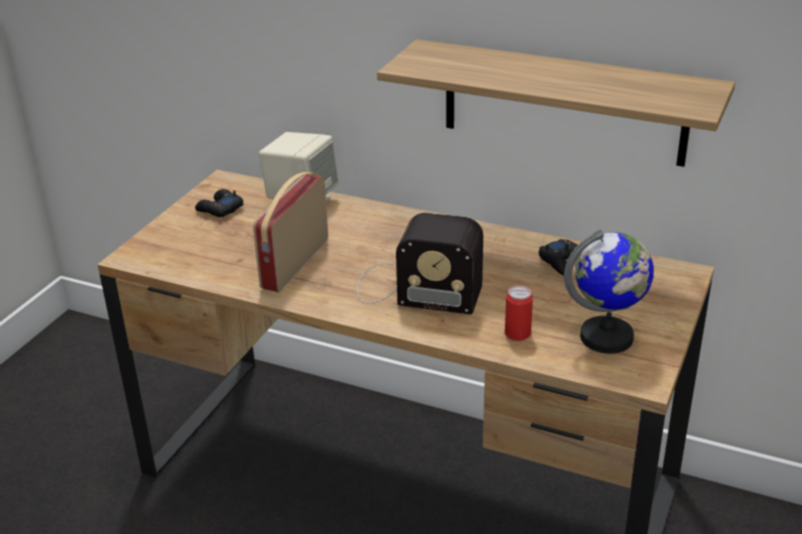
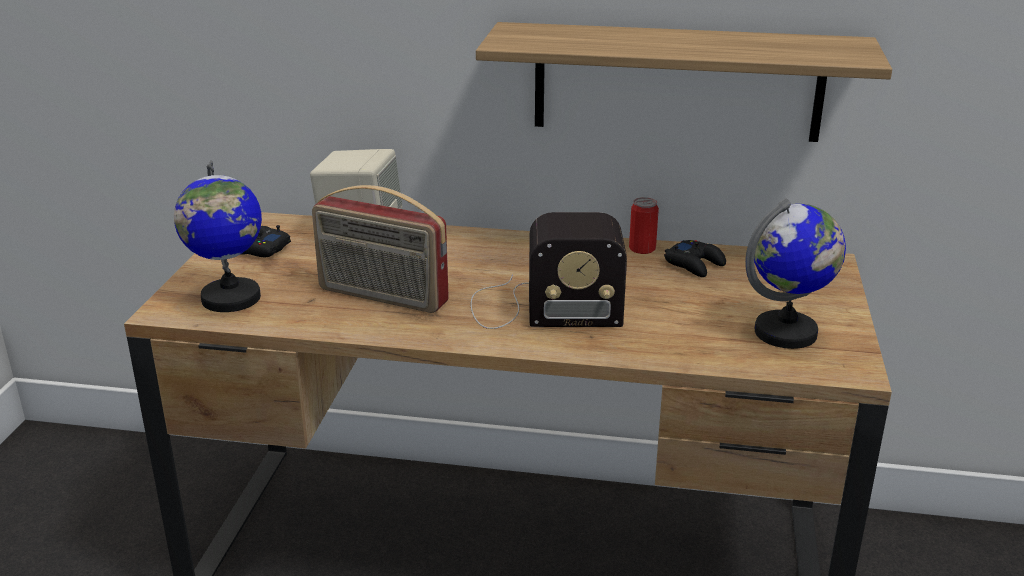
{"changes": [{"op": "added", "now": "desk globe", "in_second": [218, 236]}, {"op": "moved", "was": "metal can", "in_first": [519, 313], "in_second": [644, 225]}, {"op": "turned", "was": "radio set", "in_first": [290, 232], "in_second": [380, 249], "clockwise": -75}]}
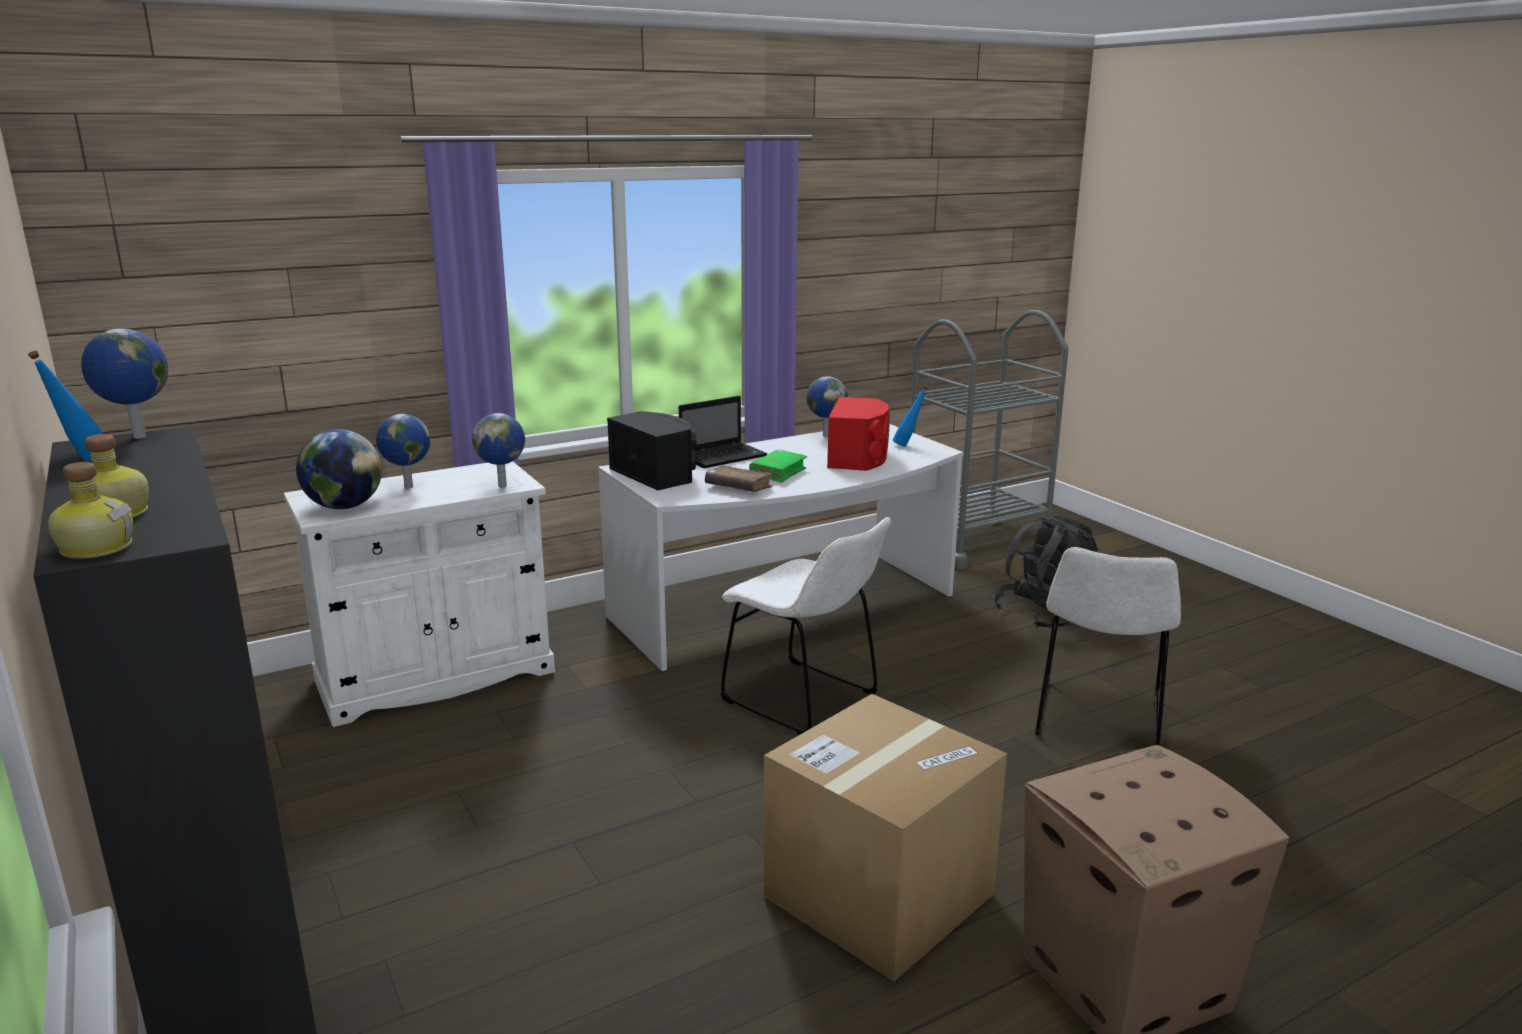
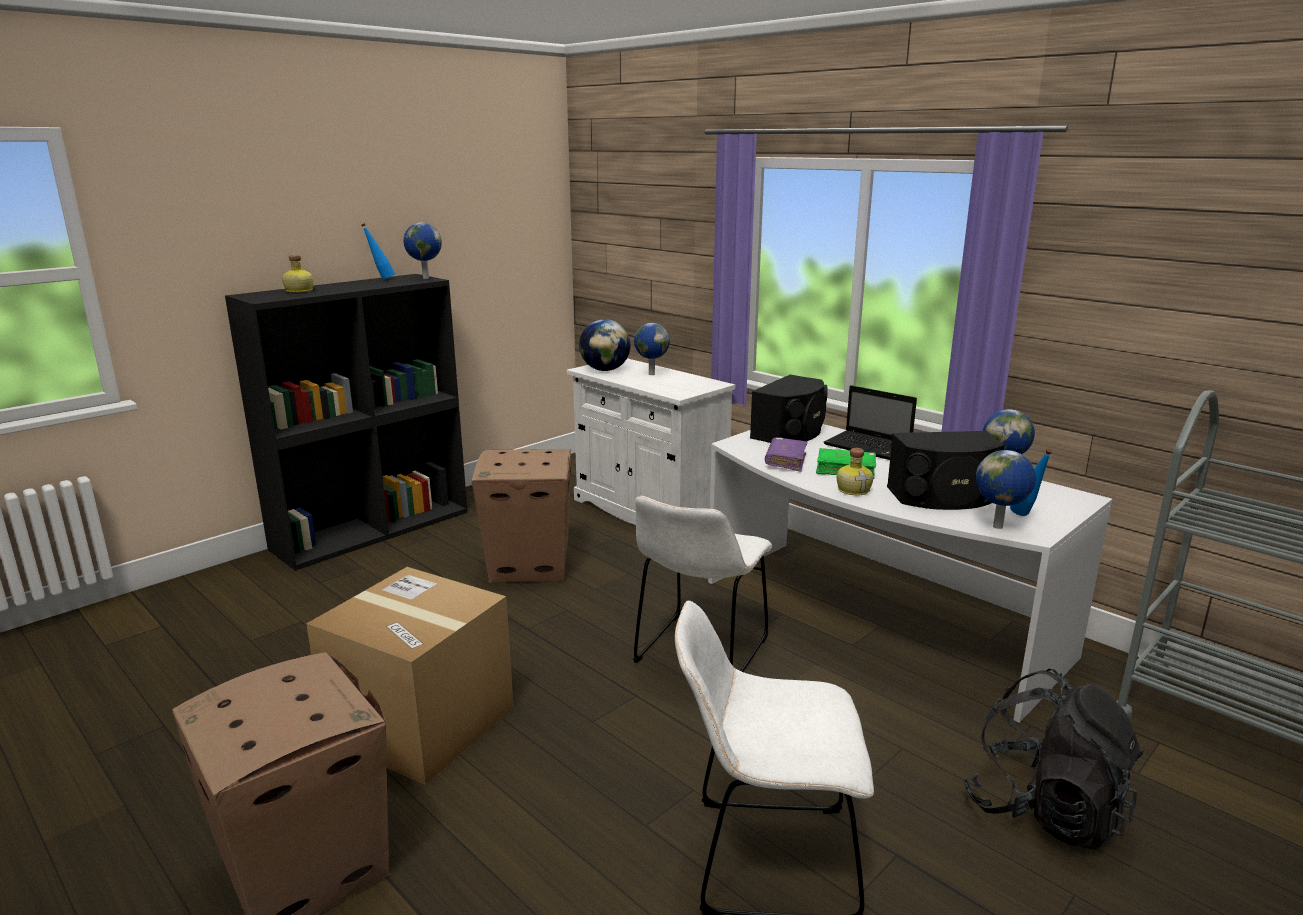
{"changes": [{"op": "added", "now": "packing box", "in_second": [521, 516]}, {"op": "moved", "was": "beverage bottle", "in_first": [90, 510], "in_second": [855, 471]}, {"op": "moved", "was": "desk globe", "in_first": [498, 450], "in_second": [1006, 489]}, {"op": "recoloured", "was": "book in brown", "now": "book in purplish", "in_first": [739, 479], "in_second": [786, 454]}, {"op": "recoloured", "was": "speaker in reddish", "now": "speaker in blackish", "in_first": [858, 434], "in_second": [946, 470]}]}
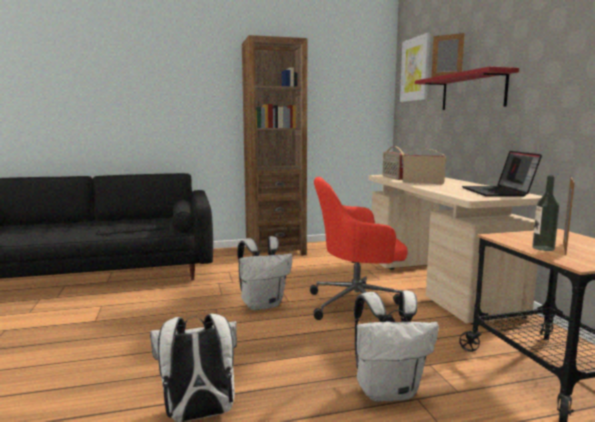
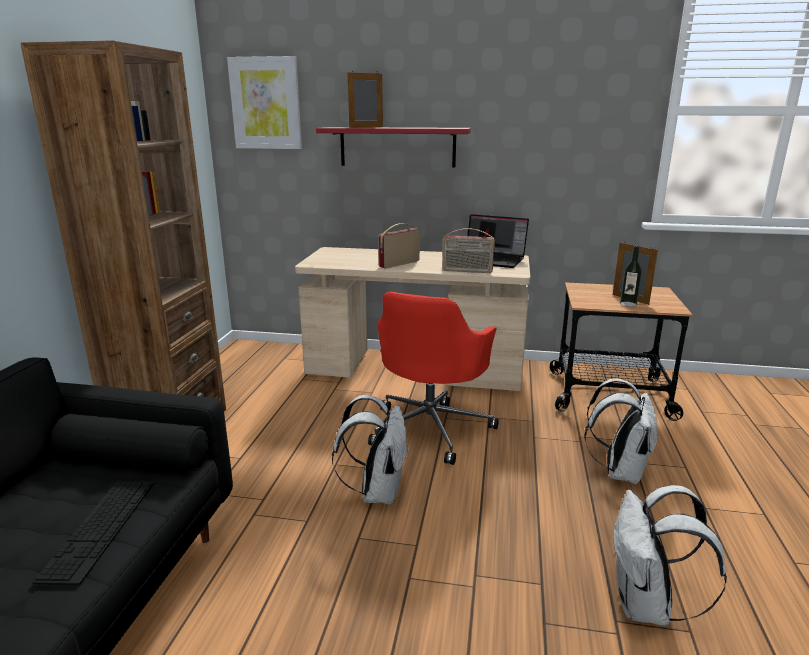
{"changes": [{"op": "moved", "was": "radio set", "in_first": [393, 163], "in_second": [468, 250]}]}
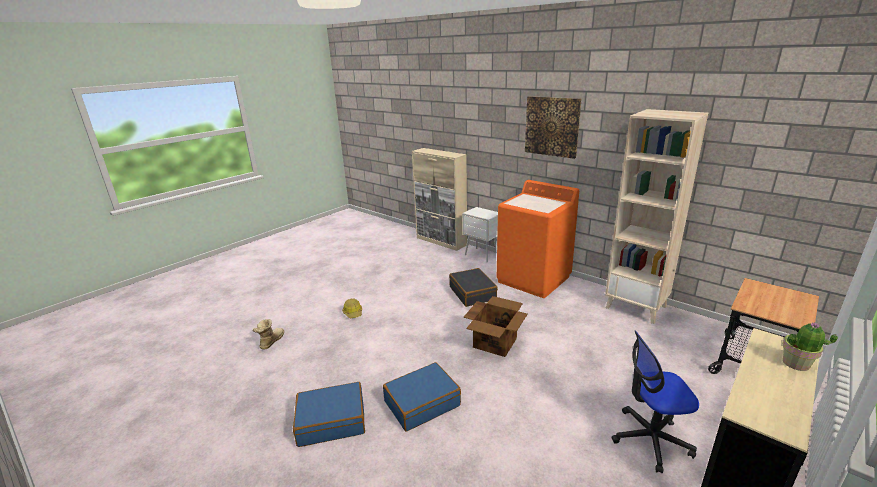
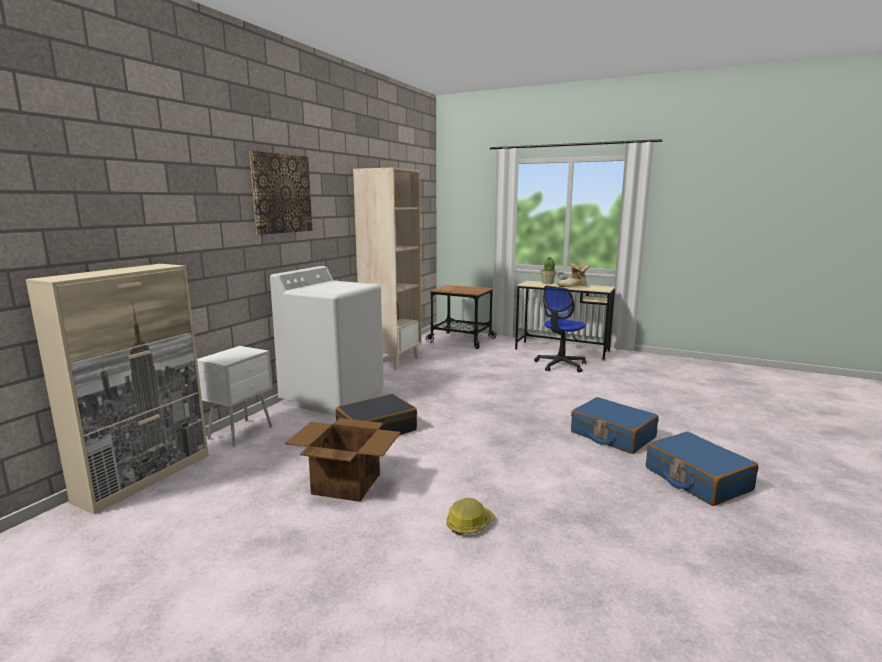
{"changes": [{"op": "moved", "was": "tall boot", "in_first": [268, 334], "in_second": [573, 275]}, {"op": "moved", "was": "packing box", "in_first": [495, 326], "in_second": [343, 460]}, {"op": "recoloured", "was": "washing machine in orange", "now": "washing machine in white-coloured", "in_first": [538, 239], "in_second": [327, 341]}, {"op": "turned", "was": "office chair", "in_first": [655, 401], "in_second": [560, 329], "clockwise": 60}]}
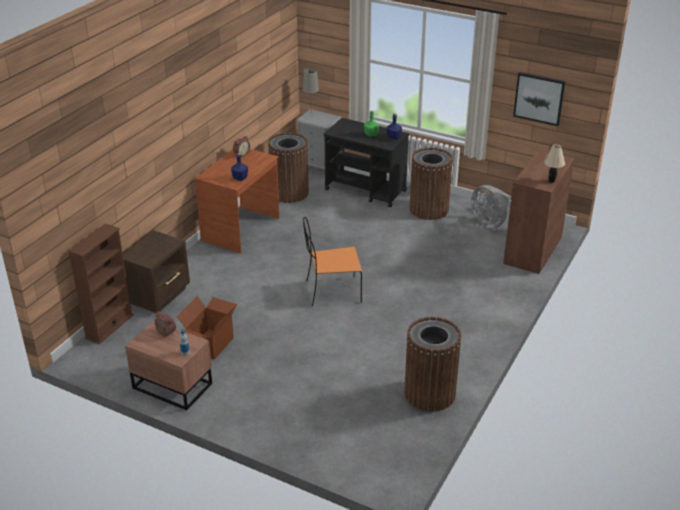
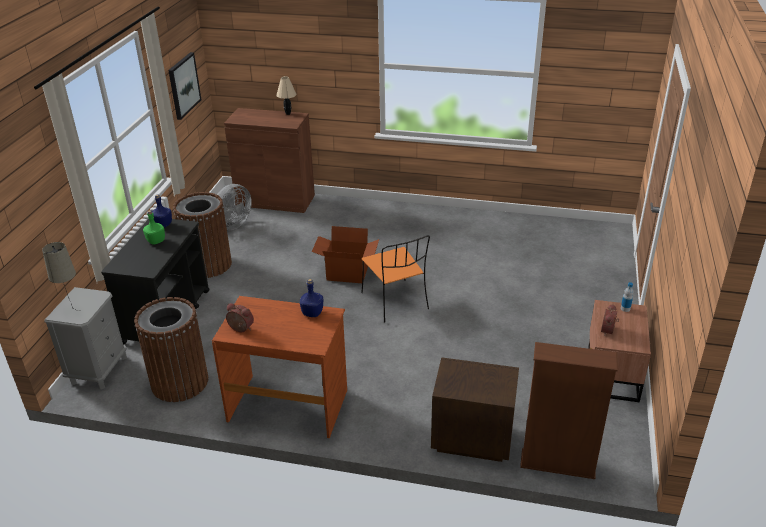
{"changes": [{"op": "removed", "was": "waste bin in brown", "in_first": [433, 364]}, {"op": "moved", "was": "packing box", "in_first": [207, 328], "in_second": [345, 254]}]}
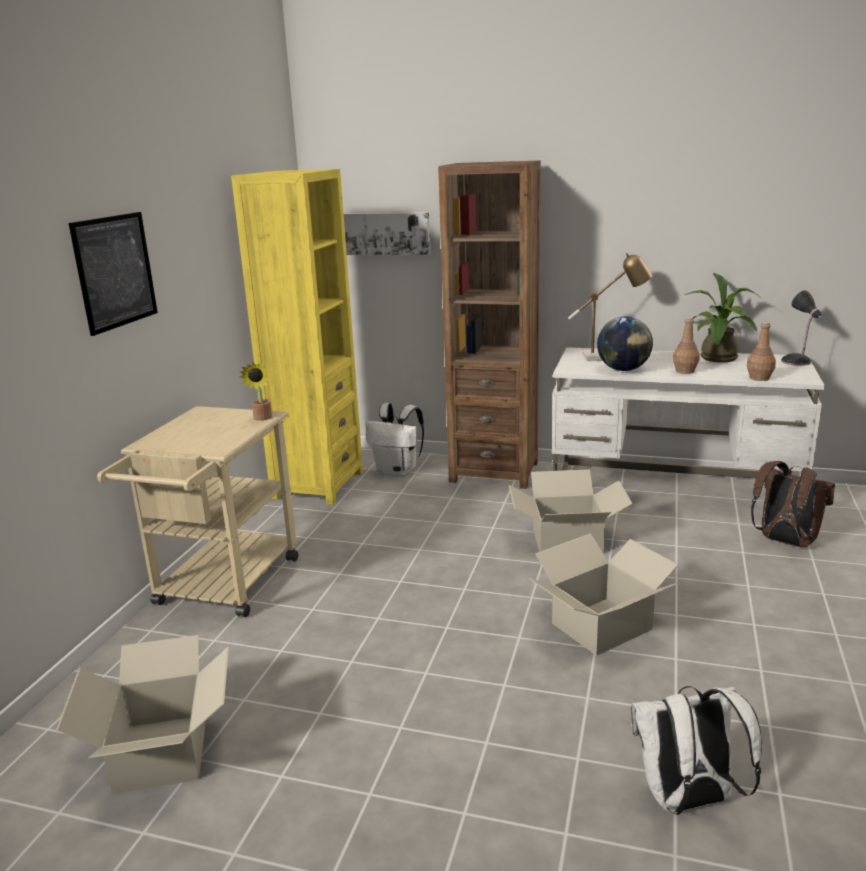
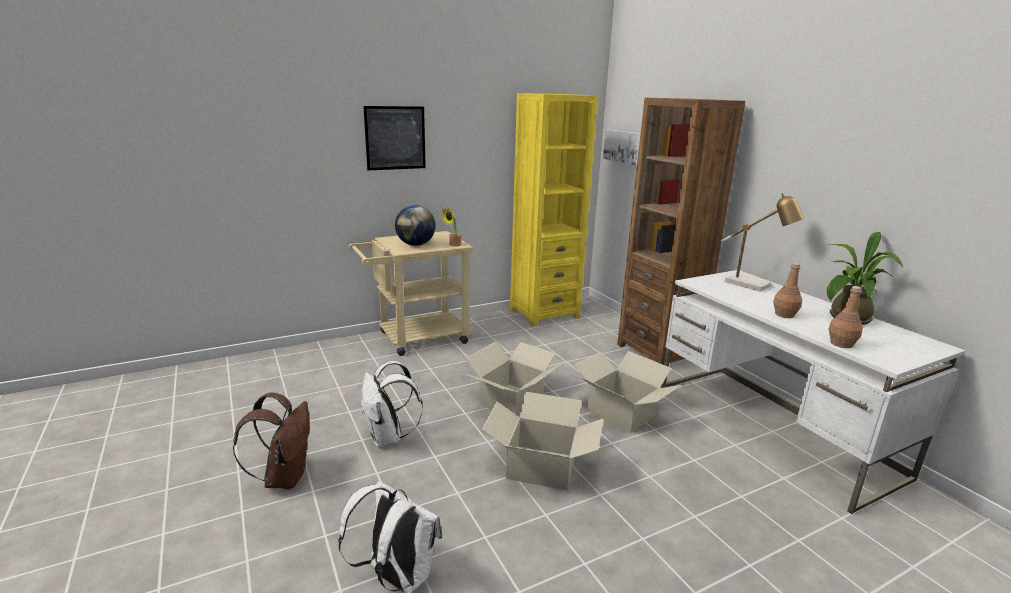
{"changes": [{"op": "removed", "was": "table lamp", "in_first": [801, 328]}, {"op": "moved", "was": "packing box", "in_first": [142, 714], "in_second": [513, 379]}, {"op": "moved", "was": "rucksack in white-coloured", "in_first": [395, 439], "in_second": [392, 404]}, {"op": "moved", "was": "desk globe", "in_first": [625, 343], "in_second": [415, 225]}, {"op": "moved", "was": "rucksack in brown", "in_first": [793, 504], "in_second": [271, 441]}]}
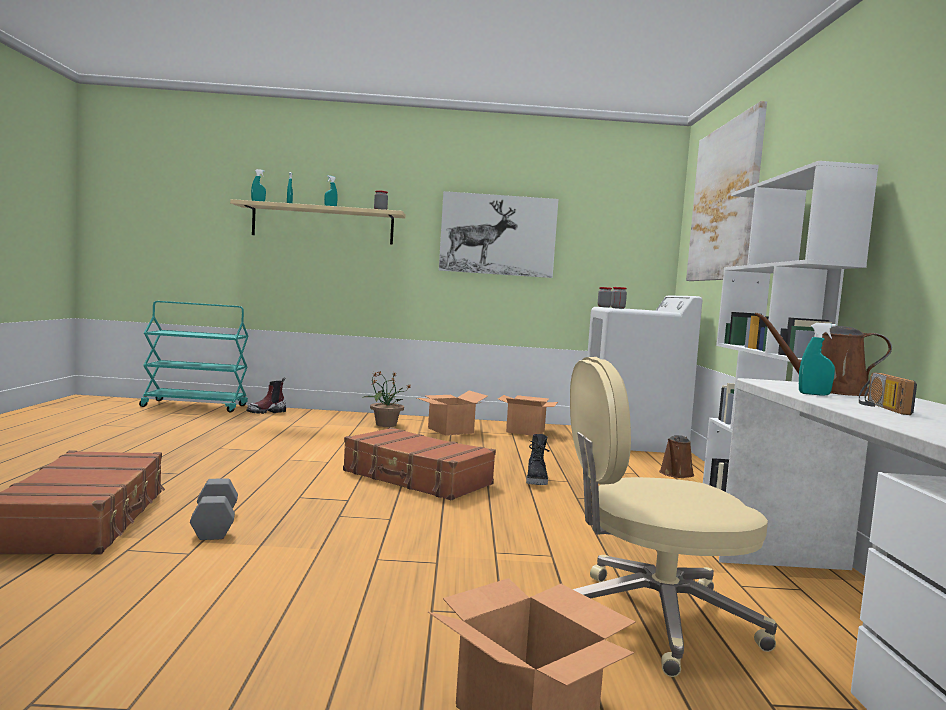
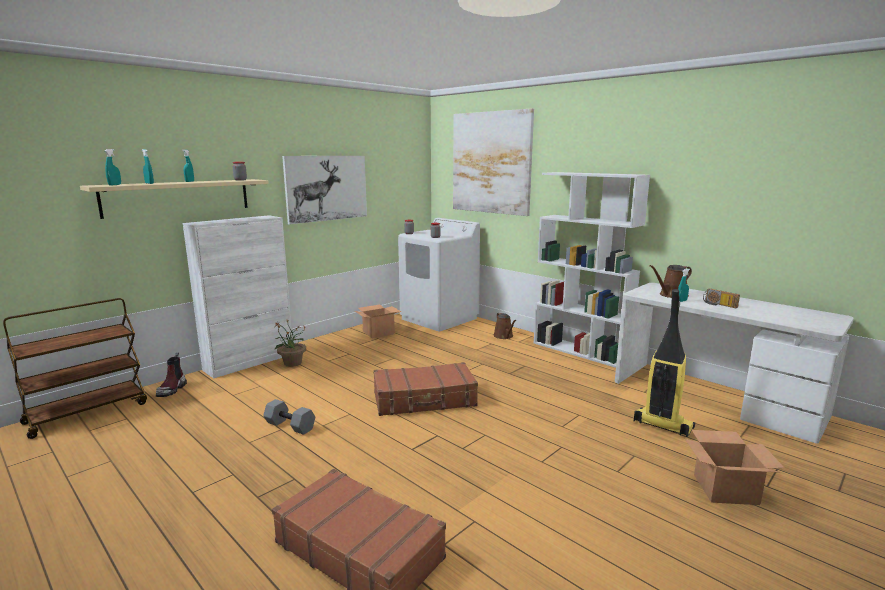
{"changes": [{"op": "removed", "was": "packing box", "in_first": [452, 413]}, {"op": "removed", "was": "tall boot in blackish", "in_first": [537, 459]}, {"op": "added", "now": "cupboard in white-coloured", "in_second": [237, 296]}, {"op": "moved", "was": "dumbbell in grey", "in_first": [214, 509], "in_second": [289, 417]}, {"op": "replaced", "was": "office chair in beige", "now": "hoover", "in_first": [673, 517], "in_second": [664, 363]}, {"op": "recoloured", "was": "cart in turquoise-coloured", "now": "cart in brown", "in_first": [193, 356], "in_second": [75, 368]}]}
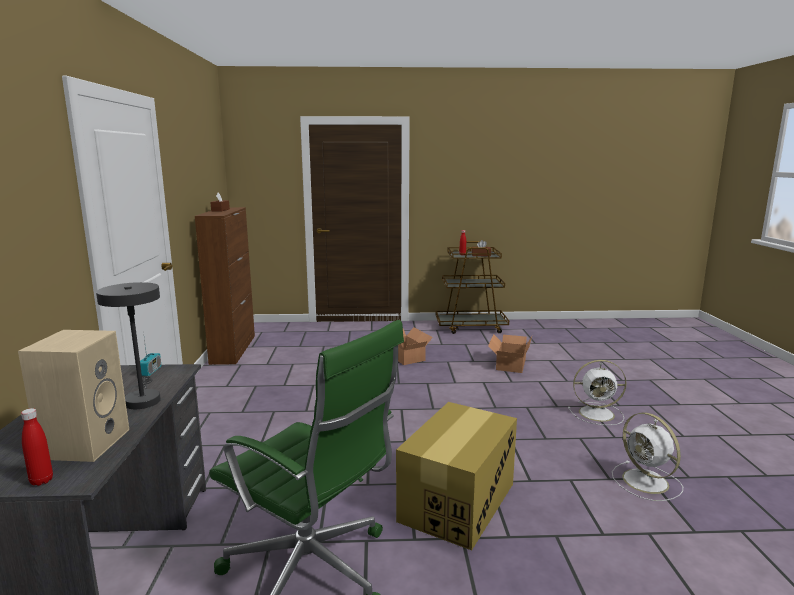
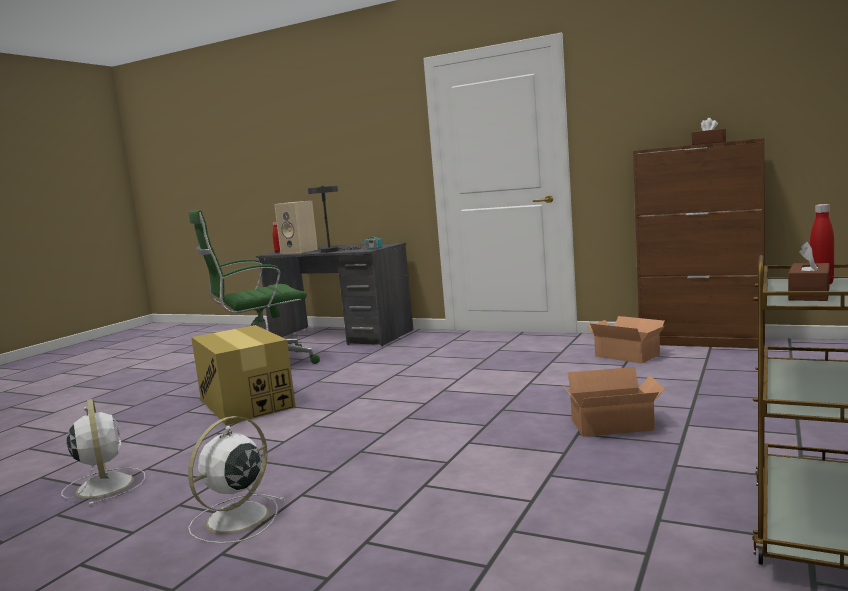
{"changes": [{"op": "moved", "was": "packing box", "in_first": [510, 353], "in_second": [626, 340]}, {"op": "turned", "was": "electric fan in white-coloured", "in_first": [647, 457], "in_second": [103, 452], "clockwise": 60}]}
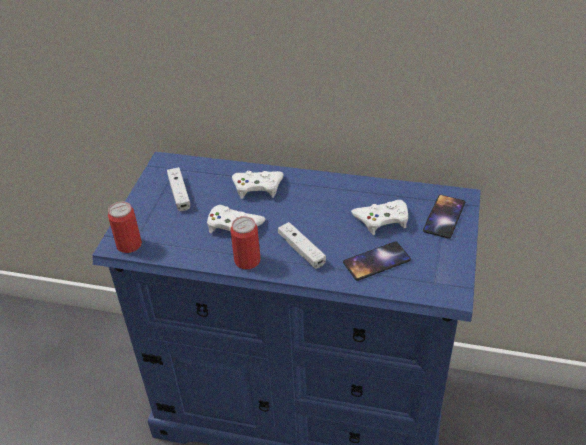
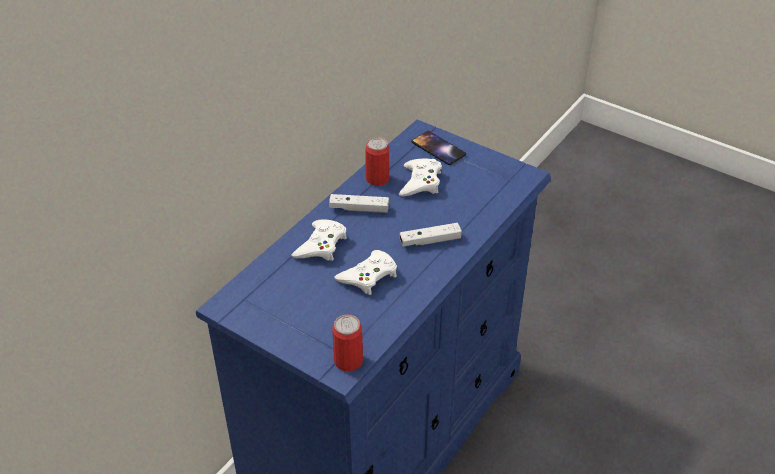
{"changes": [{"op": "removed", "was": "phone", "in_first": [377, 261]}, {"op": "moved", "was": "game controller in white-coloured", "in_first": [179, 189], "in_second": [359, 203]}, {"op": "moved", "was": "metal can", "in_first": [245, 242], "in_second": [377, 161]}]}
